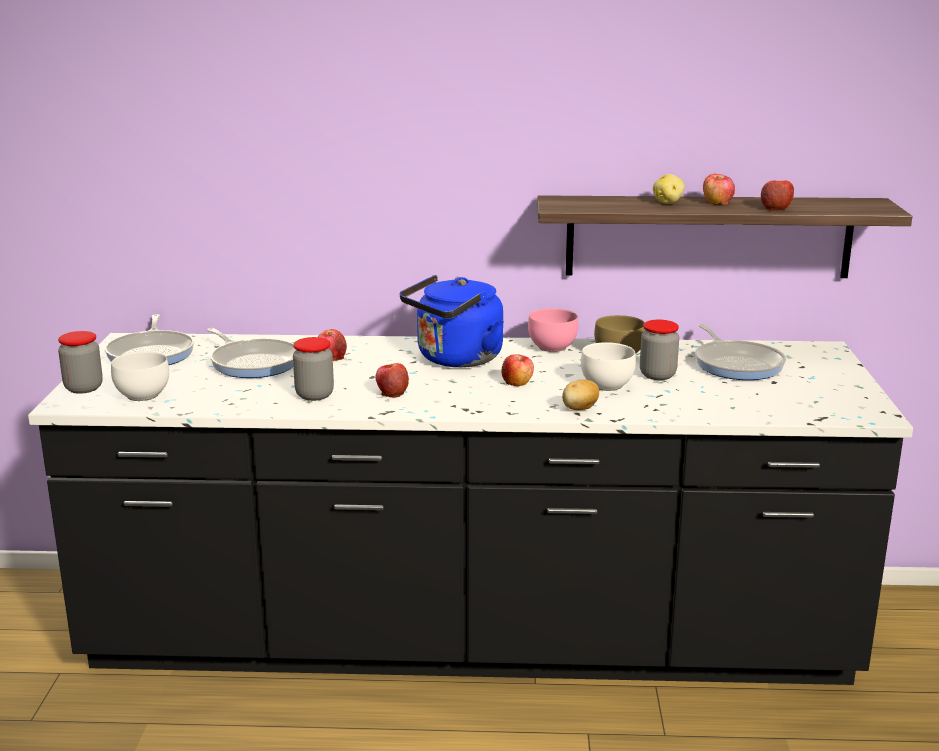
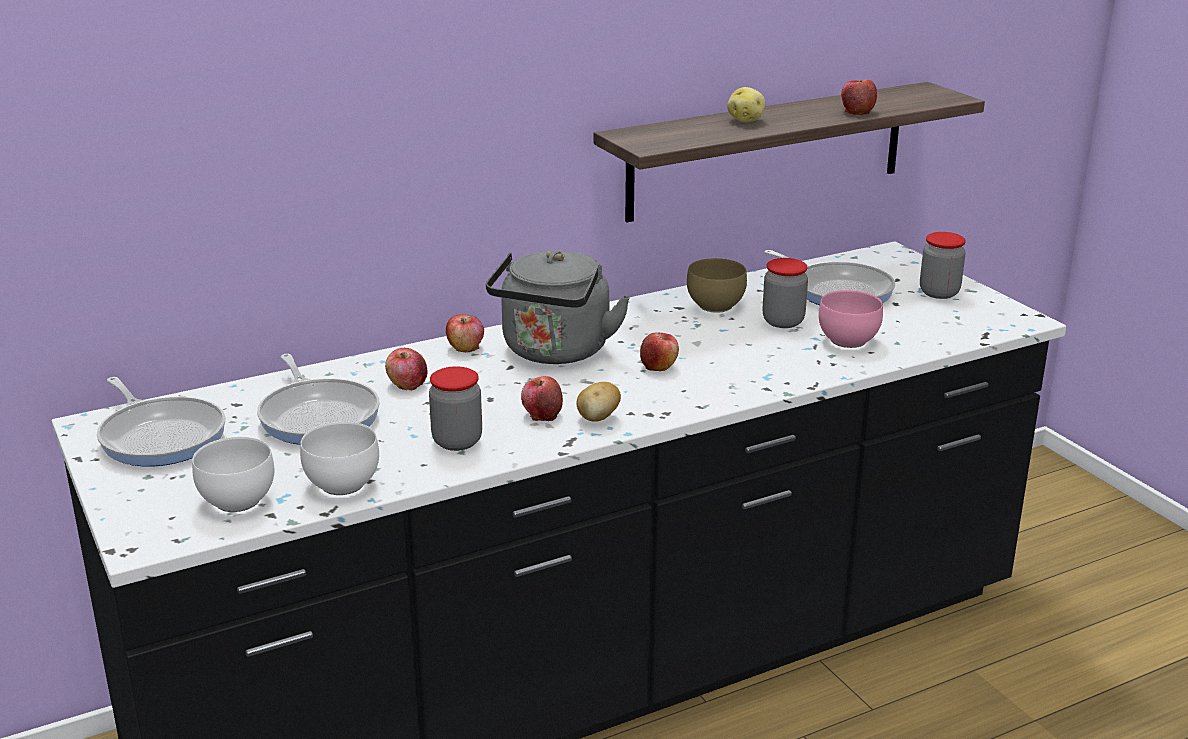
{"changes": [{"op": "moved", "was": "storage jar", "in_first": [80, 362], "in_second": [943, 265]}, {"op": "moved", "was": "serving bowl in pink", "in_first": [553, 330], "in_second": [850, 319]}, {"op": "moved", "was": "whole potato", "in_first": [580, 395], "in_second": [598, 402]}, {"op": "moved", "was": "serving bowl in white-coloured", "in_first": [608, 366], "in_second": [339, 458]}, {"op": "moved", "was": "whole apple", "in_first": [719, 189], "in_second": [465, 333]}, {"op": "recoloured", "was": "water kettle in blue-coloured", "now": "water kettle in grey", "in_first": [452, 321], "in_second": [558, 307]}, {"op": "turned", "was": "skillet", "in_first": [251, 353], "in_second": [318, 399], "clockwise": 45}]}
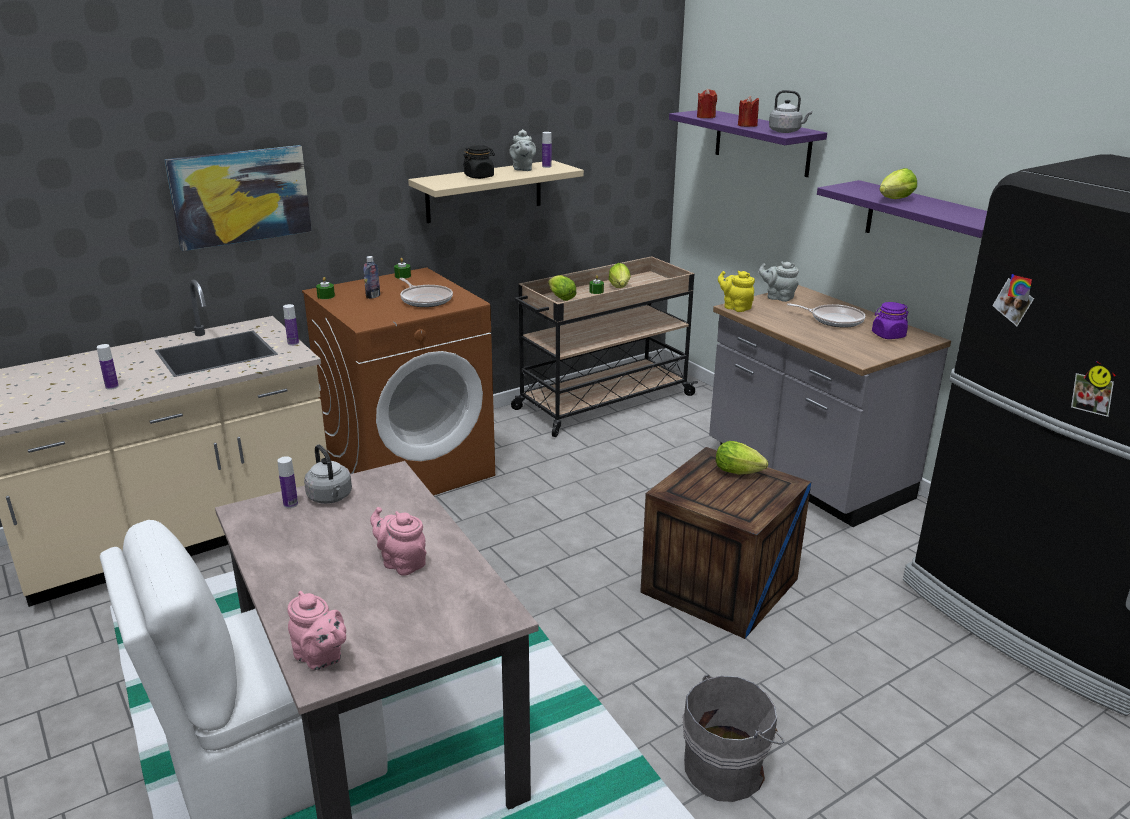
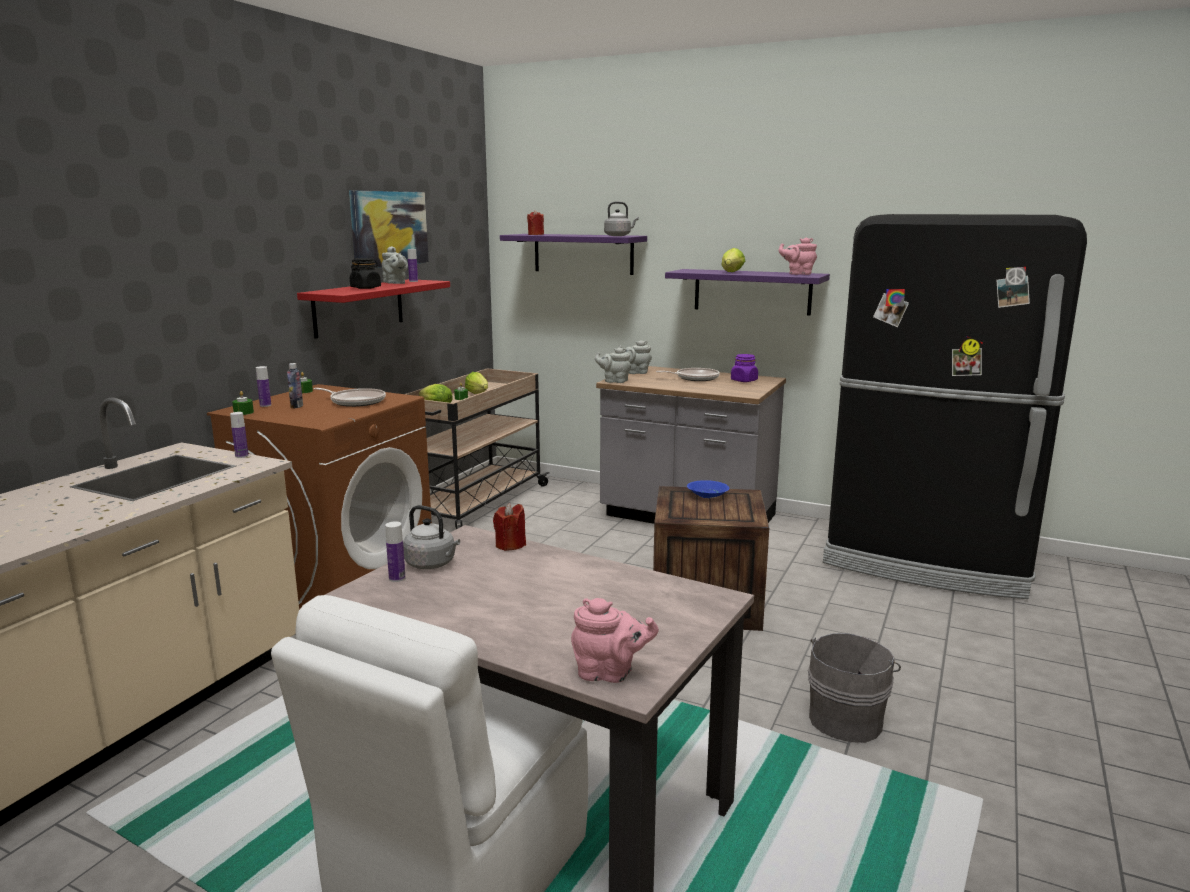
{"changes": [{"op": "moved", "was": "beverage bottle", "in_first": [108, 367], "in_second": [263, 386]}, {"op": "moved", "was": "wall art", "in_first": [238, 198], "in_second": [389, 229]}, {"op": "moved", "was": "tea pot in pink", "in_first": [398, 541], "in_second": [798, 256]}, {"op": "moved", "was": "wax candle in reddish", "in_first": [748, 111], "in_second": [509, 527]}, {"op": "replaced", "was": "head of lettuce", "now": "serving bowl in blue-coloured", "in_first": [742, 457], "in_second": [708, 489]}, {"op": "recoloured", "was": "shelf in beige", "now": "shelf in reddish", "in_first": [496, 191], "in_second": [373, 309]}, {"op": "recoloured", "was": "tea pot in yellow", "now": "tea pot in grey", "in_first": [736, 291], "in_second": [613, 365]}]}
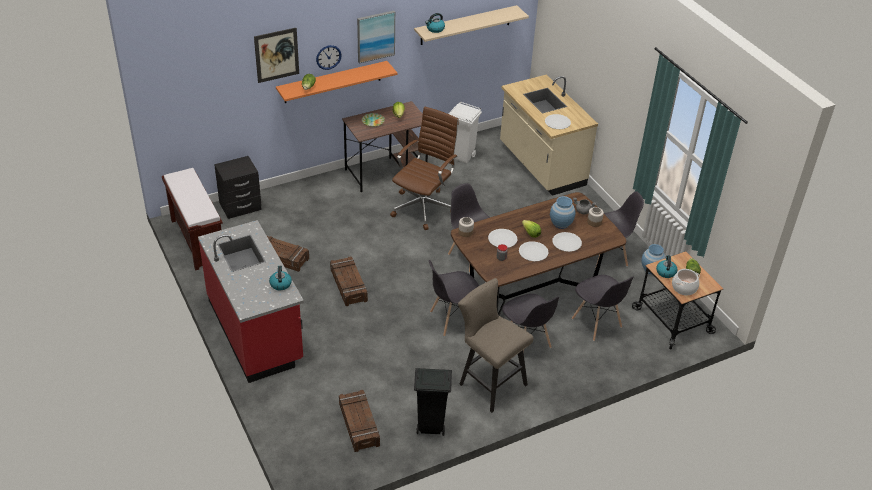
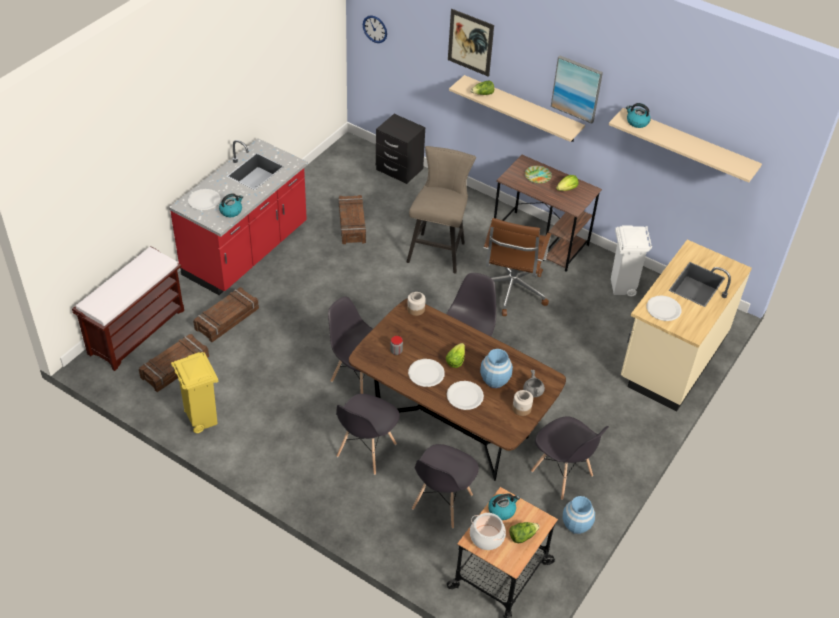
{"changes": [{"op": "moved", "was": "indoor bench in brown", "in_first": [192, 219], "in_second": [128, 308]}, {"op": "moved", "was": "clock on the wall", "in_first": [329, 57], "in_second": [375, 29]}, {"op": "moved", "was": "packing crate", "in_first": [349, 281], "in_second": [226, 314]}, {"op": "moved", "was": "stool in beige", "in_first": [496, 345], "in_second": [441, 210]}, {"op": "moved", "was": "flat dish in white-coloured", "in_first": [503, 238], "in_second": [204, 199]}, {"op": "recoloured", "was": "shelf in orange", "now": "shelf in beige", "in_first": [337, 82], "in_second": [517, 108]}, {"op": "recoloured", "was": "waste bin in blackish", "now": "waste bin in yellow", "in_first": [433, 402], "in_second": [195, 392]}, {"op": "turned", "was": "office chair in brown", "in_first": [424, 168], "in_second": [517, 267], "clockwise": 105}]}
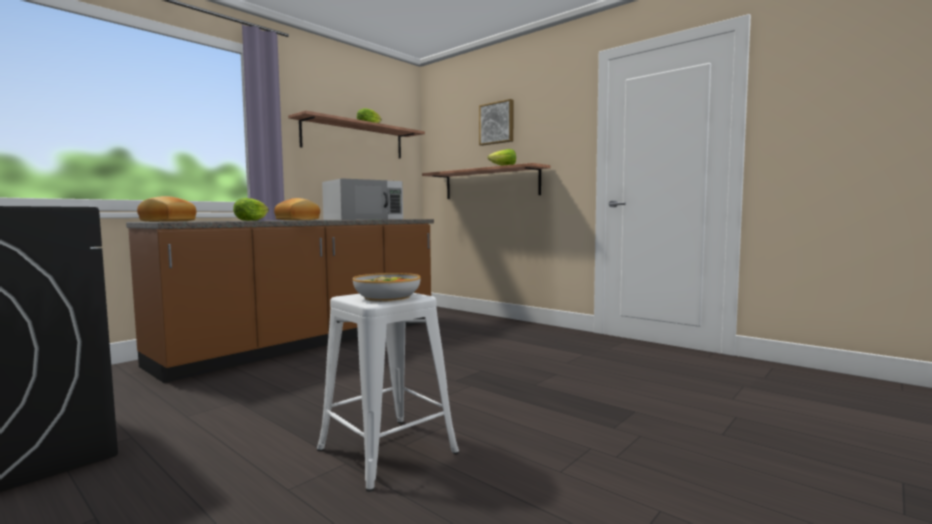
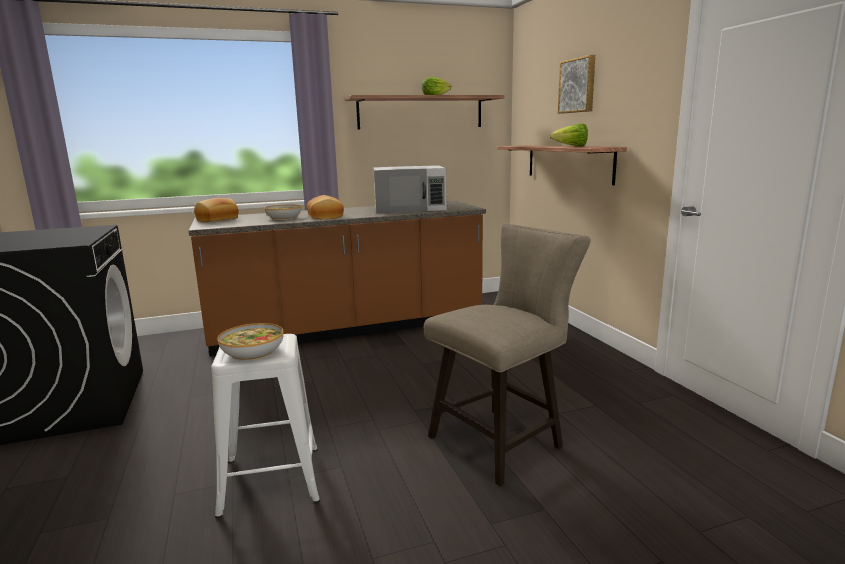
{"changes": [{"op": "added", "now": "stool in beige", "in_second": [507, 354]}, {"op": "replaced", "was": "head of lettuce", "now": "serving bowl", "in_first": [251, 209], "in_second": [283, 212]}]}
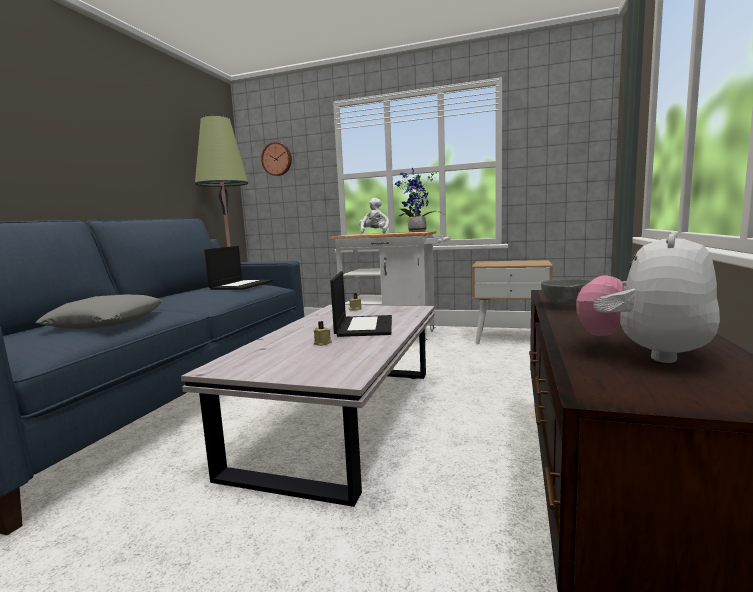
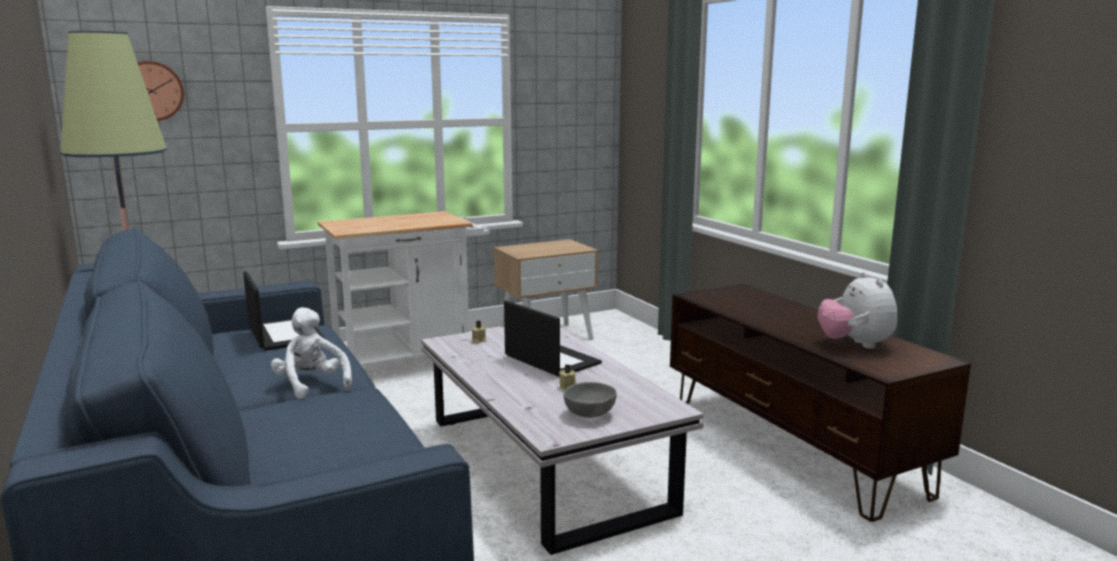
{"changes": [{"op": "removed", "was": "cushion in grey", "in_first": [98, 312]}, {"op": "removed", "was": "potted plant", "in_first": [420, 200]}, {"op": "moved", "was": "soft toy in white-coloured", "in_first": [374, 216], "in_second": [311, 353]}, {"op": "moved", "was": "serving bowl in grey", "in_first": [566, 292], "in_second": [590, 400]}]}
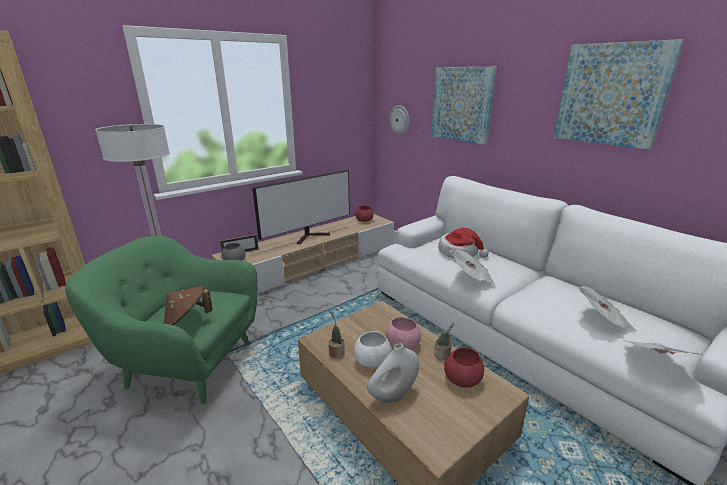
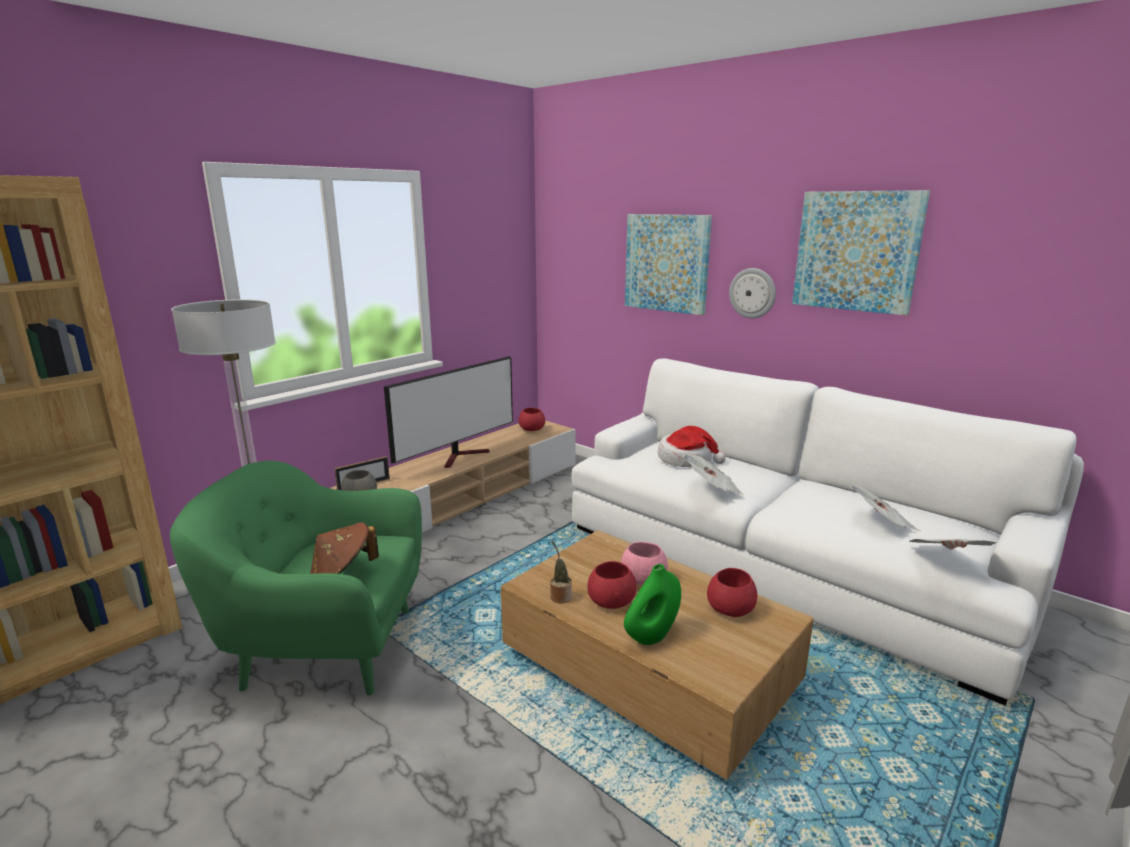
{"changes": [{"op": "removed", "was": "potted plant", "in_first": [444, 341]}, {"op": "moved", "was": "clock on the wall", "in_first": [399, 120], "in_second": [752, 293]}, {"op": "recoloured", "was": "serving bowl in white-coloured", "now": "serving bowl in reddish", "in_first": [372, 349], "in_second": [612, 585]}, {"op": "recoloured", "was": "flower vase in white-coloured", "now": "flower vase in greenish", "in_first": [393, 373], "in_second": [652, 604]}]}
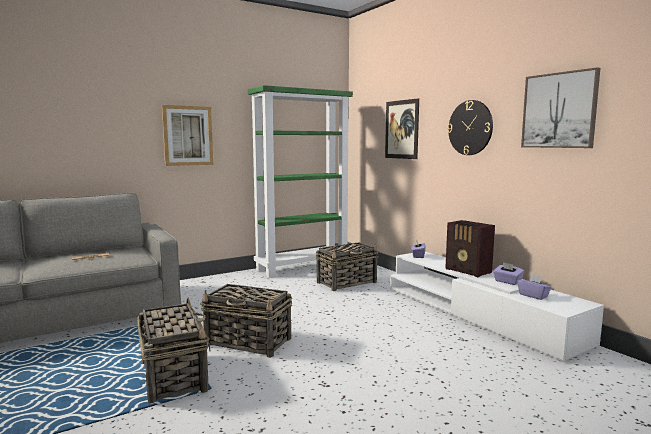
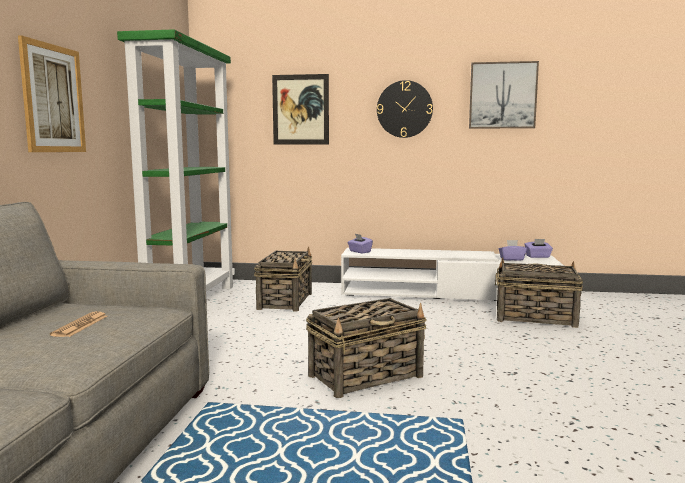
{"changes": [{"op": "removed", "was": "radio set", "in_first": [470, 248]}, {"op": "moved", "was": "household basket", "in_first": [174, 350], "in_second": [539, 292]}, {"op": "moved", "was": "tissue holder in purplish", "in_first": [508, 273], "in_second": [538, 248]}]}
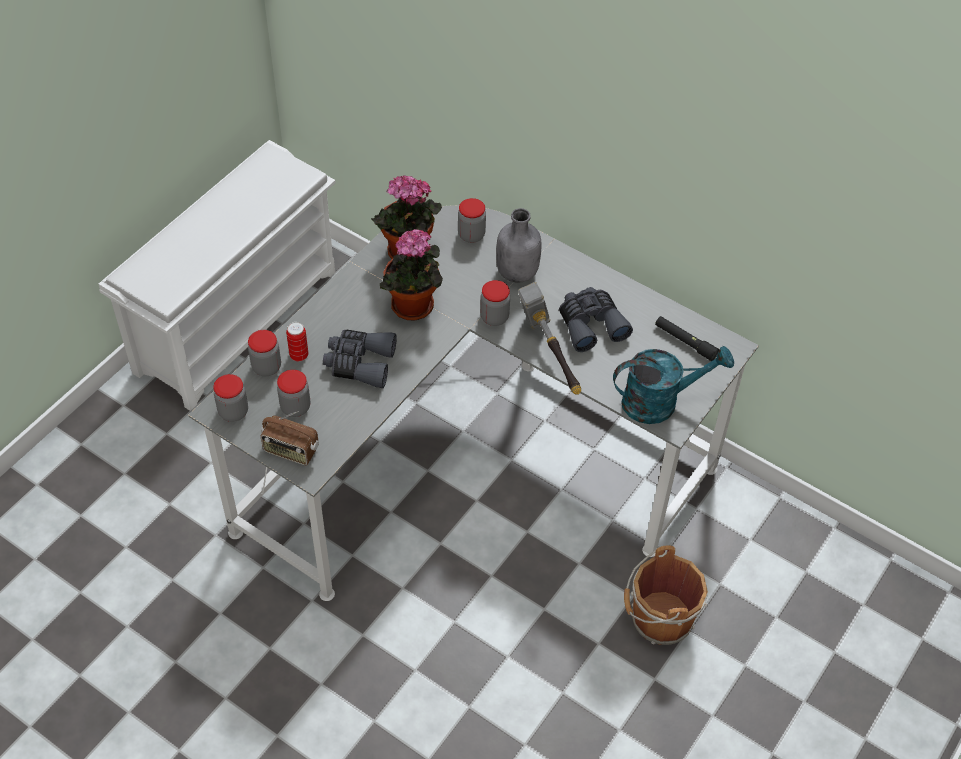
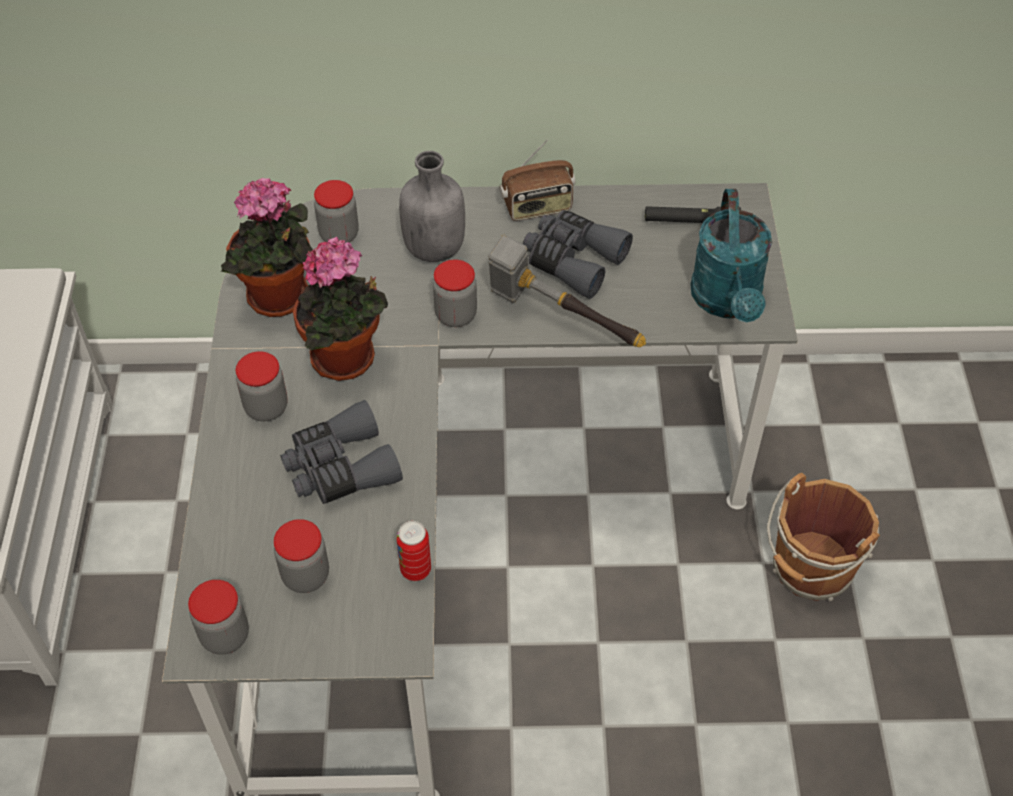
{"changes": [{"op": "moved", "was": "storage jar", "in_first": [264, 353], "in_second": [262, 386]}, {"op": "moved", "was": "radio set", "in_first": [290, 438], "in_second": [537, 180]}, {"op": "moved", "was": "metal can", "in_first": [297, 341], "in_second": [413, 551]}, {"op": "turned", "was": "watering pot in turquoise-coloured", "in_first": [673, 385], "in_second": [731, 255], "clockwise": 135}]}
